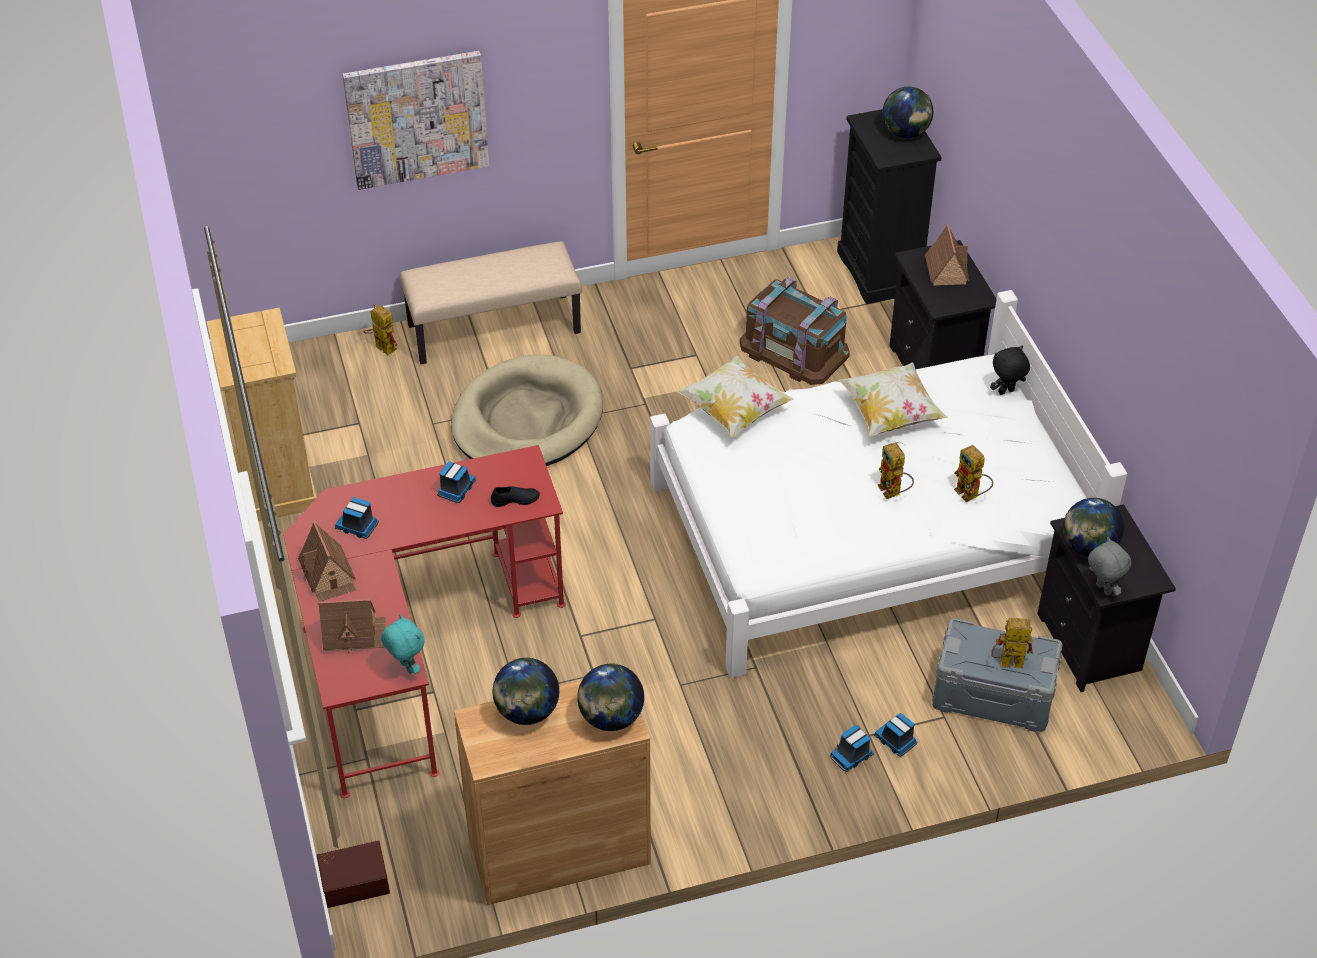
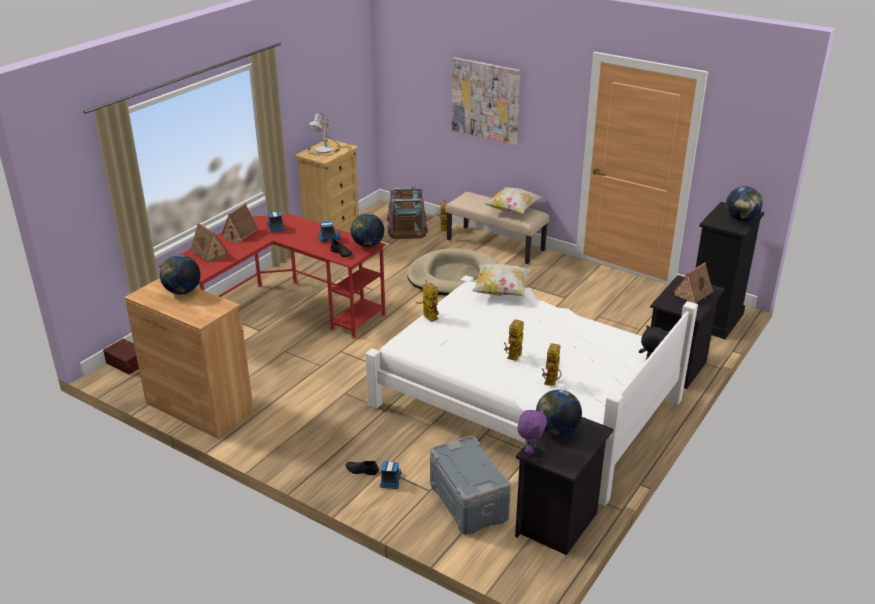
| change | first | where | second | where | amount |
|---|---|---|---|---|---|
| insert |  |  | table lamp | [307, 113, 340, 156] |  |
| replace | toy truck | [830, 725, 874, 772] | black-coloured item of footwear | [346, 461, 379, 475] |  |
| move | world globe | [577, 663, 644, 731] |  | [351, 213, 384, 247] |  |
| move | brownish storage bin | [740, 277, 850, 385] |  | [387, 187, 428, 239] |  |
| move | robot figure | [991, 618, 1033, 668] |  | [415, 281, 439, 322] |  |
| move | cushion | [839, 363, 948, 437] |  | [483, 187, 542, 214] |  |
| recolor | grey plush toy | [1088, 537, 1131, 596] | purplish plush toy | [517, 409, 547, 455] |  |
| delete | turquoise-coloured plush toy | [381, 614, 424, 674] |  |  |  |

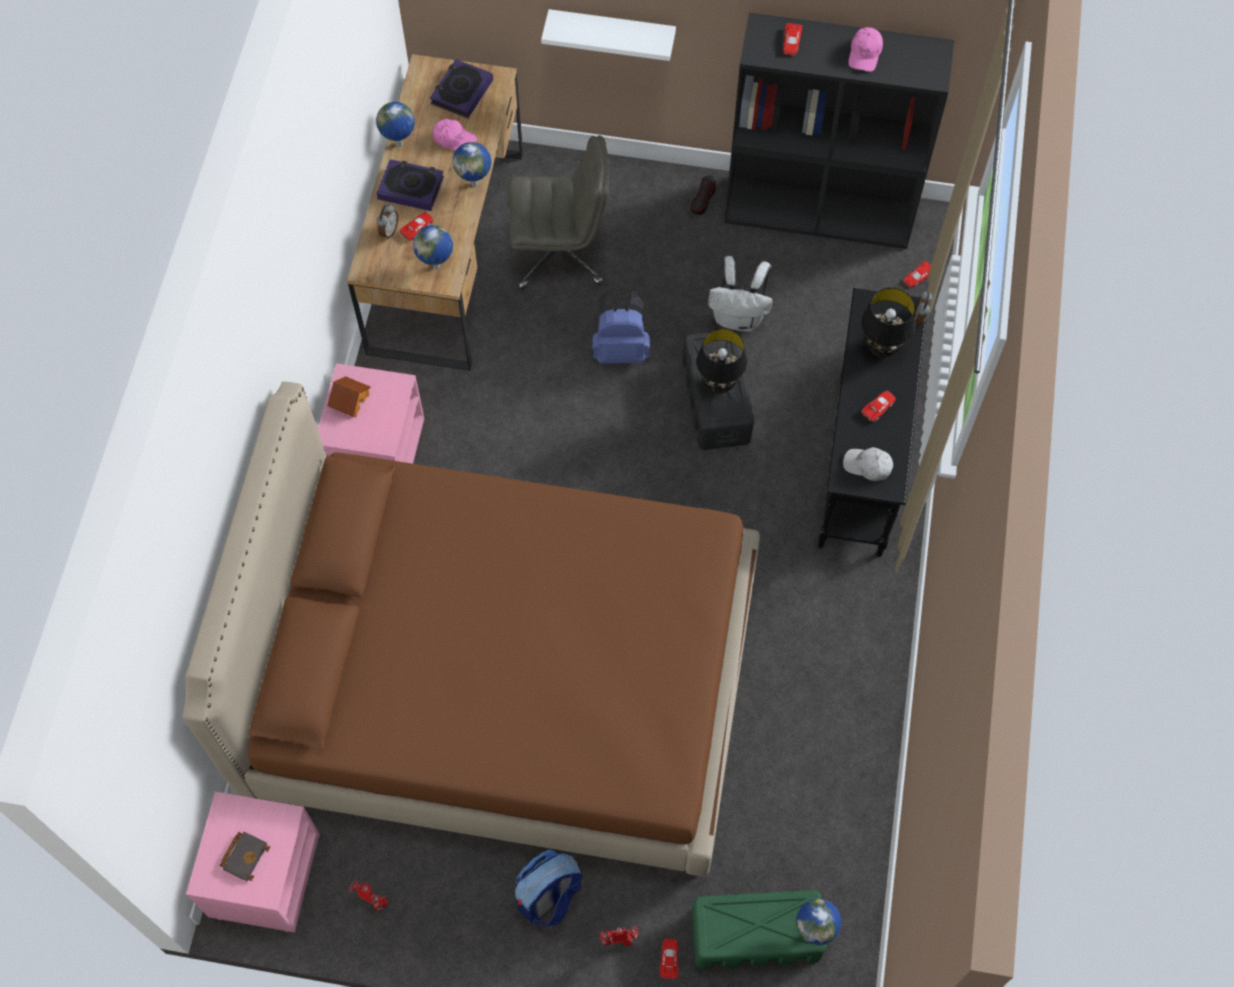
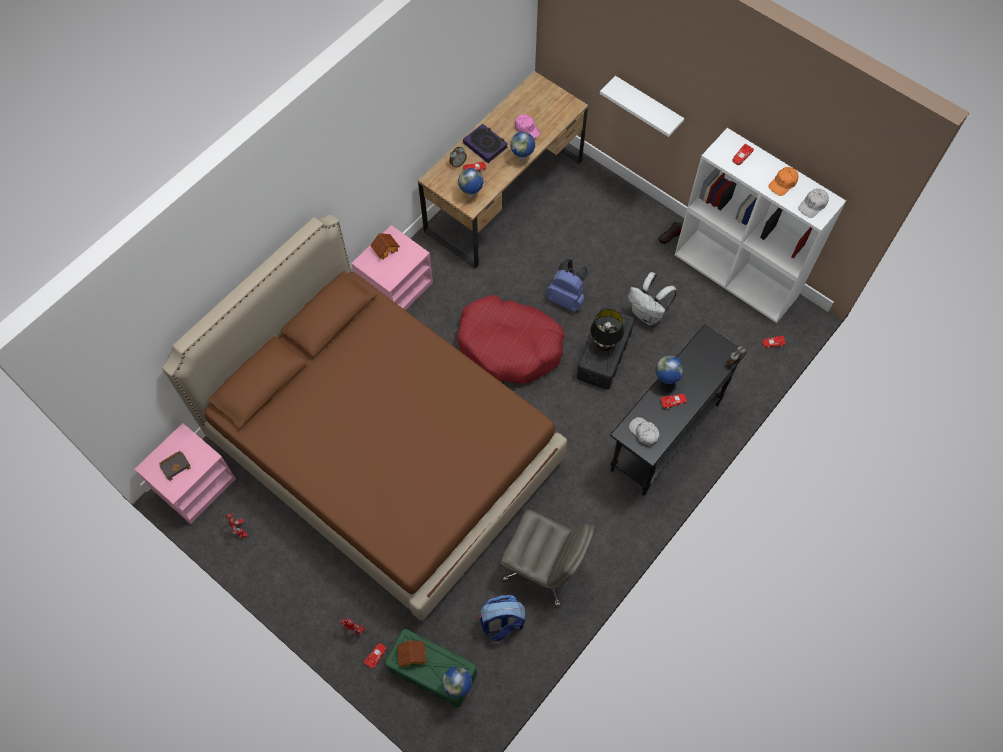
| change | first | where | second | where | amount |
|---|---|---|---|---|---|
| insert |  |  | toy house | [397, 640, 426, 667] |  |
| insert |  |  | reddish dog bed | [457, 295, 565, 384] |  |
| move | rucksack | [515, 850, 582, 926] |  | [479, 595, 525, 641] |  |
| move | grey desk chair | [507, 135, 610, 289] |  | [501, 509, 595, 608] |  |
| move | world globe | [376, 102, 415, 147] |  | [656, 356, 684, 384] |  |
| recolor | black-coloured bookshelf | [725, 13, 954, 249] | white bookshelf | [675, 128, 846, 323] |  |
| recolor | pink-coloured peaked cap | [848, 27, 883, 72] | orange peaked cap | [768, 167, 799, 196] |  |
| insert |  |  | white peaked cap | [798, 189, 829, 218] |  |
| delete | volume | [430, 59, 493, 118] |  |  |  |
| delete | black-coloured table lamp | [861, 288, 915, 358] |  |  |  |

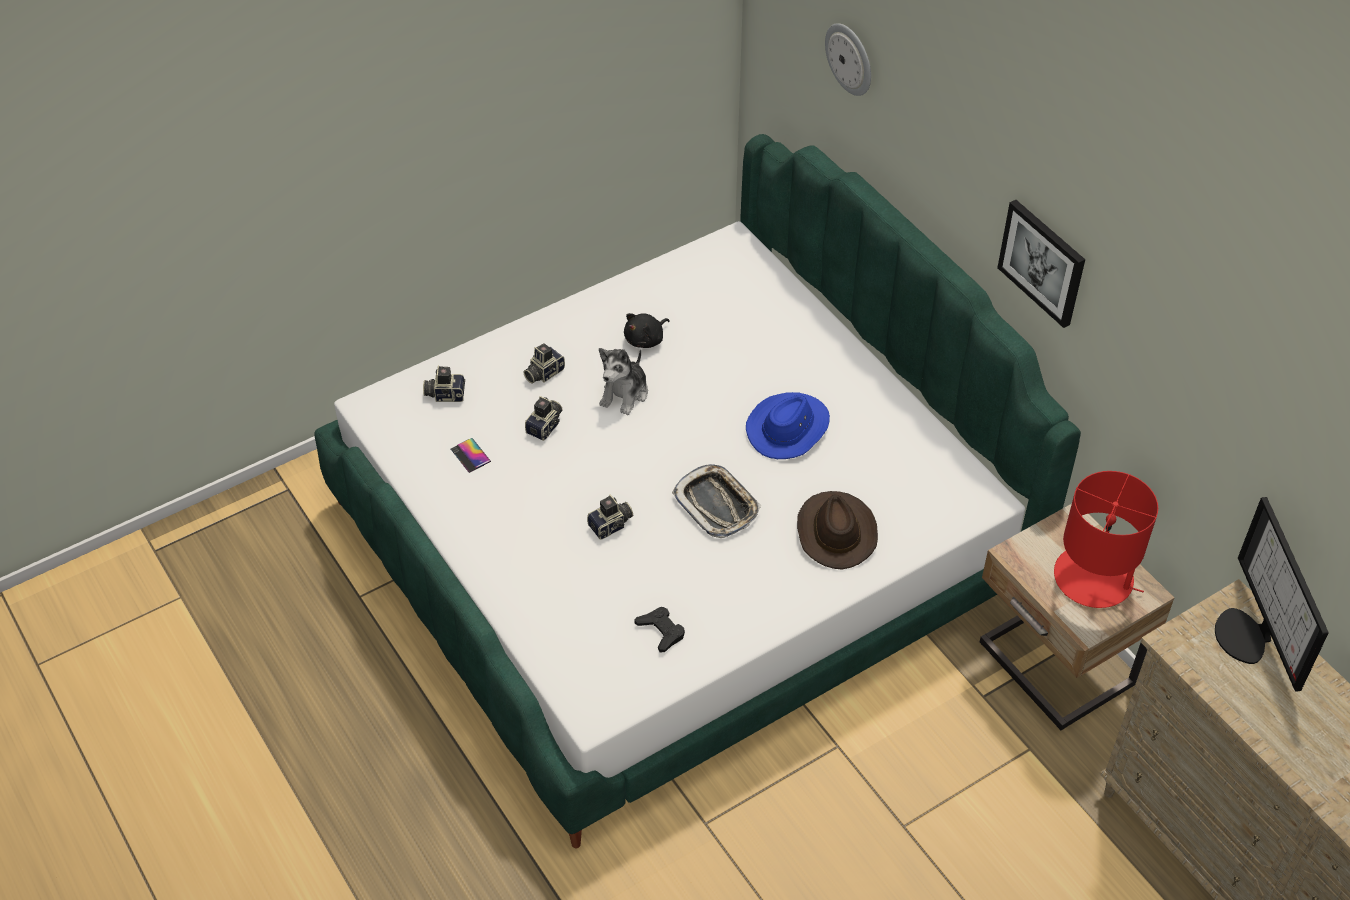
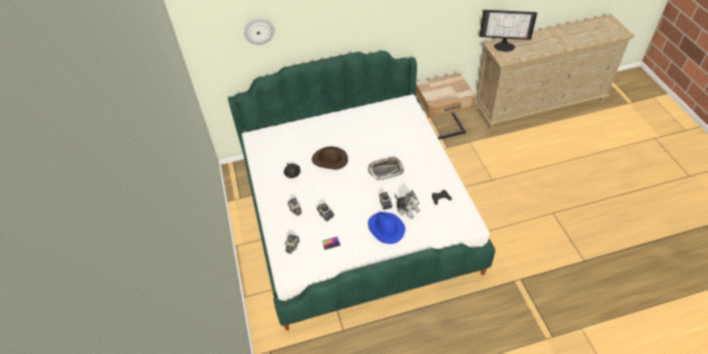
| change | first | where | second | where | amount |
|---|---|---|---|---|---|
| move | brownish hat | [797, 491, 878, 569] |  | [312, 146, 348, 170] |  |
| move | blue hat | [746, 392, 830, 459] |  | [368, 212, 405, 244] |  |
| move | plush toy | [599, 348, 648, 415] |  | [395, 190, 420, 219] |  |
| delete | picture | [997, 200, 1085, 328] |  |  |  |
| delete | reddish table lamp | [1054, 471, 1158, 608] |  |  |  |

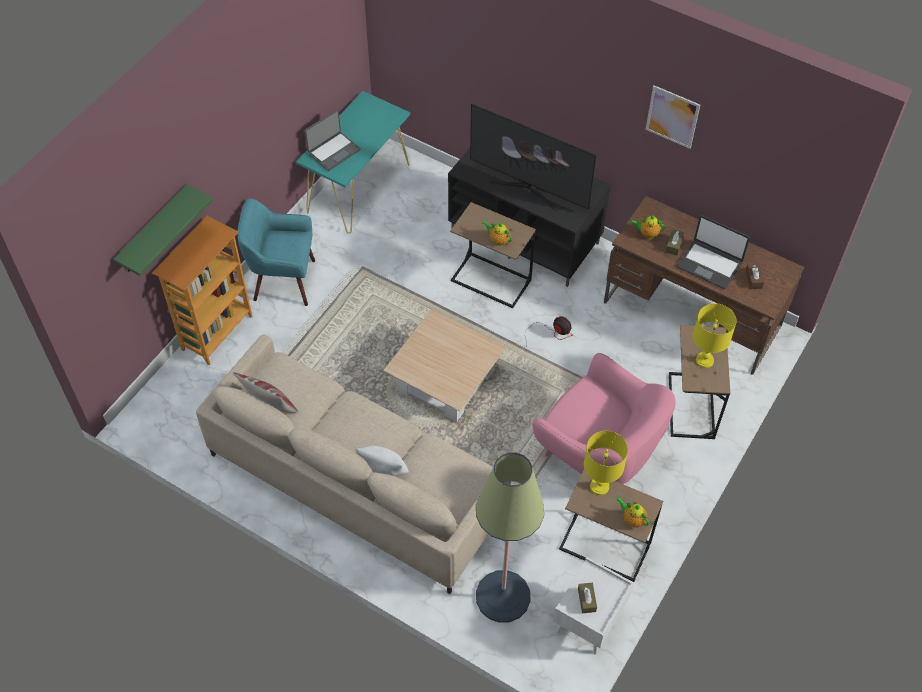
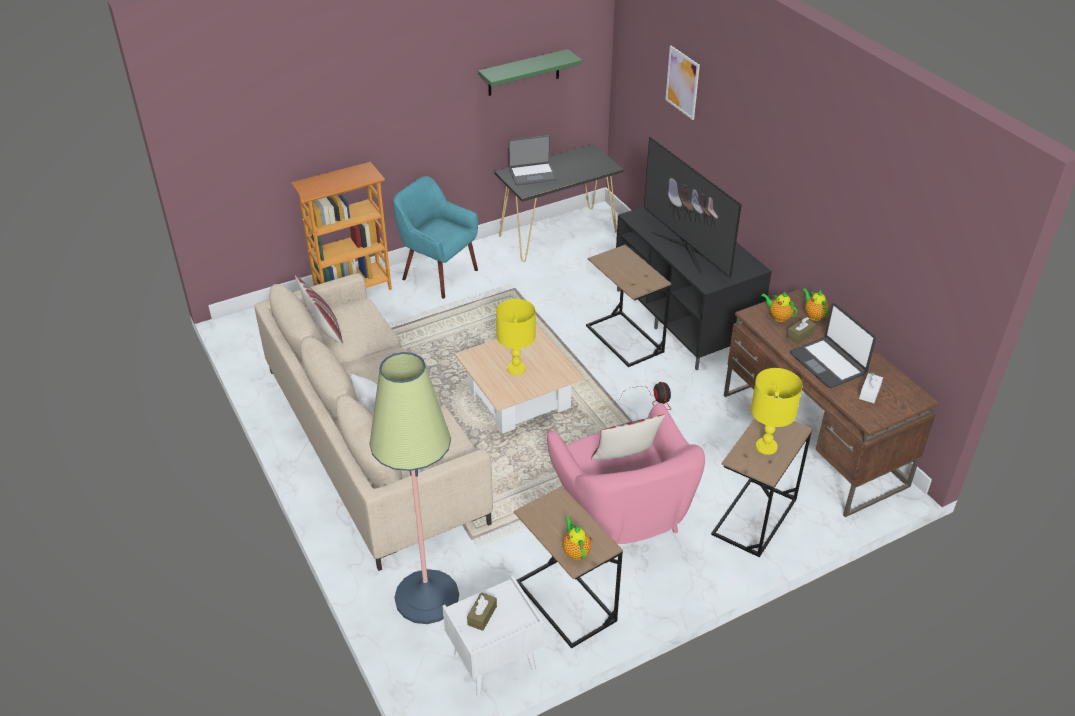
| change | first | where | second | where | amount |
|---|---|---|---|---|---|
| move | greenish shelf | [113, 184, 213, 276] |  | [478, 49, 583, 96] |  |
| recolor | turquoise-coloured console table | [296, 91, 410, 234] | black-coloured console table | [495, 144, 623, 262] |  |
| move | yellow-coloured table lamp | [584, 431, 628, 495] |  | [496, 299, 536, 375] |  |
| insert |  |  | cushion | [591, 414, 665, 460] |  |
| move | picture | [645, 85, 700, 149] |  | [665, 46, 700, 120] |  |
| move | teapot | [483, 221, 512, 246] |  | [802, 288, 829, 321] |  |
| recolor | brownish box of tissues | [746, 264, 764, 289] | white box of tissues | [859, 373, 883, 403] |  |

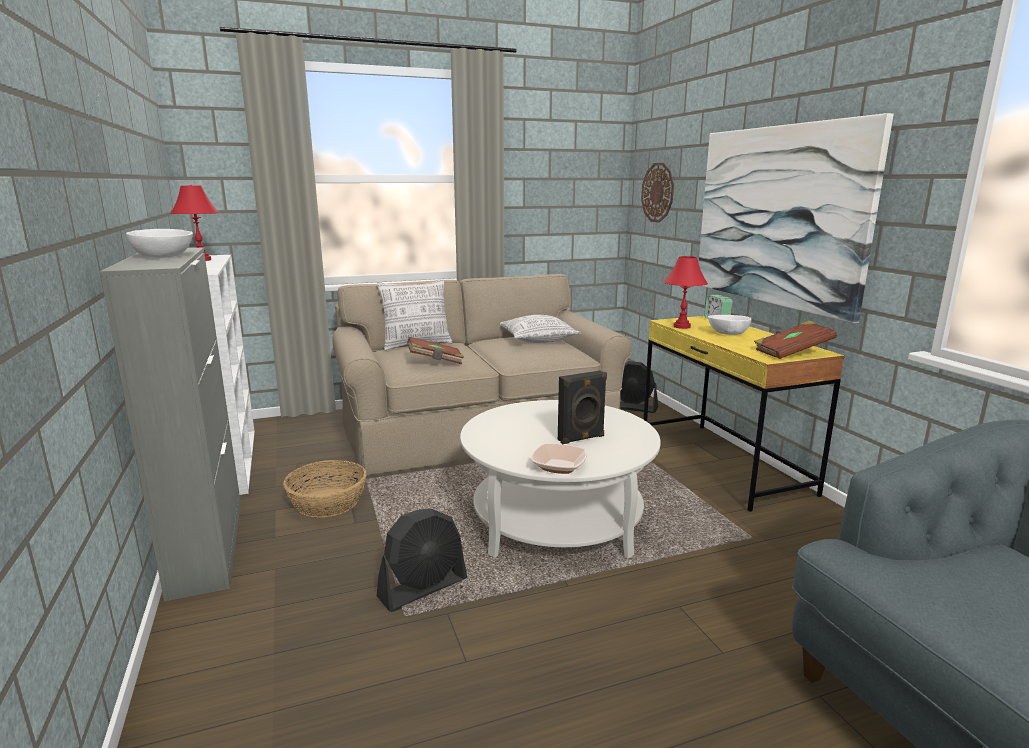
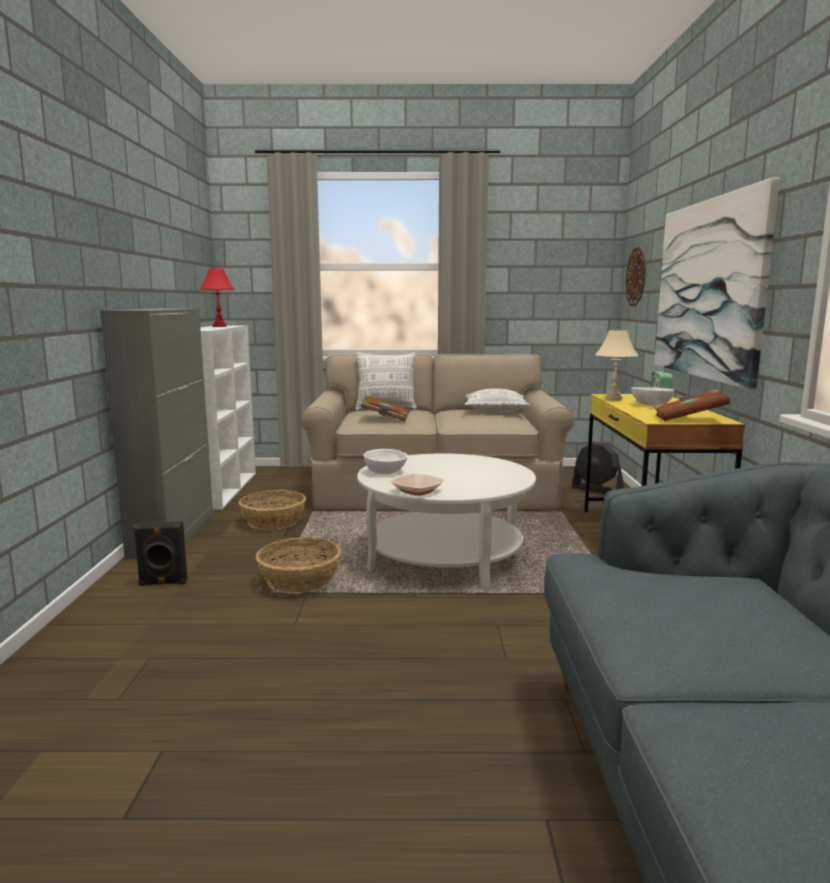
| change | first | where | second | where | amount |
|---|---|---|---|---|---|
| move | black-coloured speaker | [558, 371, 607, 444] |  | [133, 521, 187, 586] |  |
| replace | black-coloured electric fan | [377, 509, 467, 612] | storage basket | [256, 538, 341, 594] |  |
| move | white serving bowl | [126, 229, 193, 258] |  | [364, 449, 408, 474] |  |
| recolor | reddish table lamp | [664, 256, 708, 329] | sand-coloured table lamp | [595, 330, 638, 400] |  |

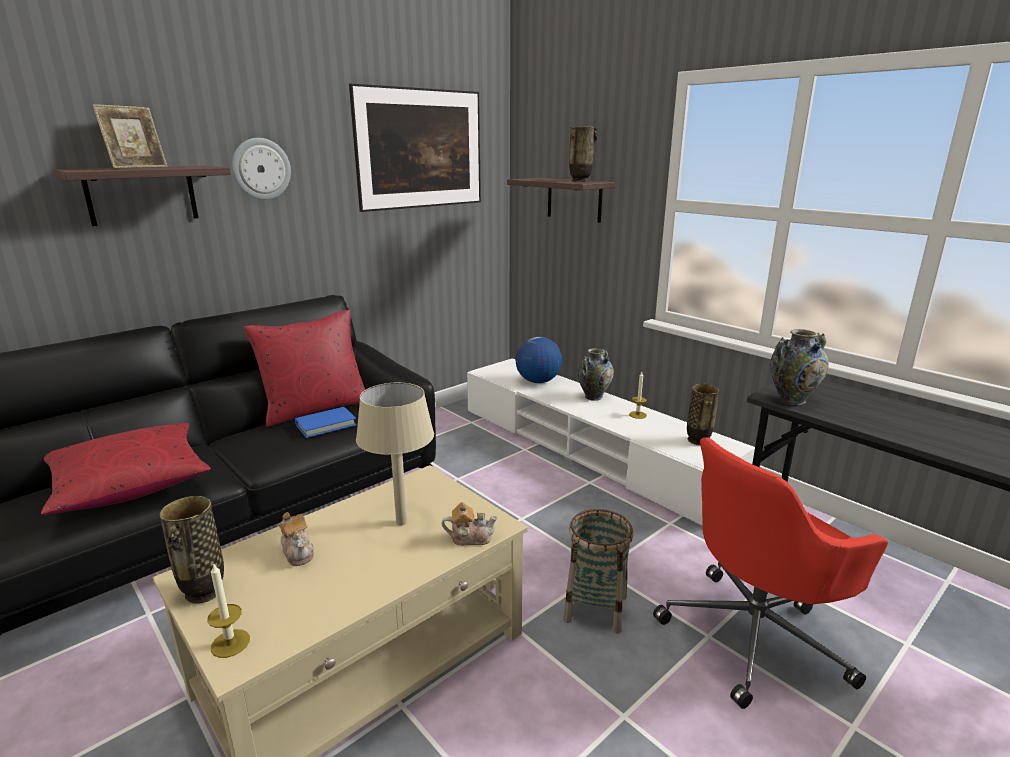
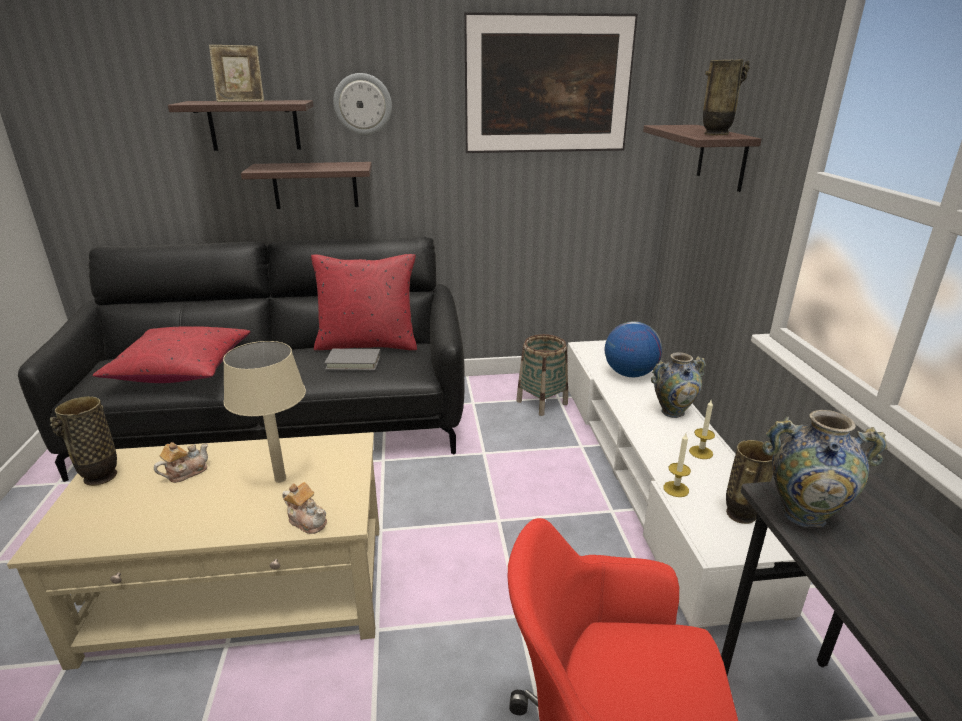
| change | first | where | second | where | amount |
|---|---|---|---|---|---|
| rotate | teapot | [279, 512, 314, 566] |  | [154, 442, 208, 483] | 135 degrees counterclockwise |
| insert |  |  | shelf | [241, 162, 372, 209] |  |
| recolor | blue volume | [295, 407, 357, 438] | grey volume | [325, 349, 381, 370] |  |
| move | storage basket | [563, 509, 633, 634] |  | [516, 334, 568, 416] |  |
| move | candle | [207, 563, 250, 658] |  | [663, 434, 691, 497] |  |

